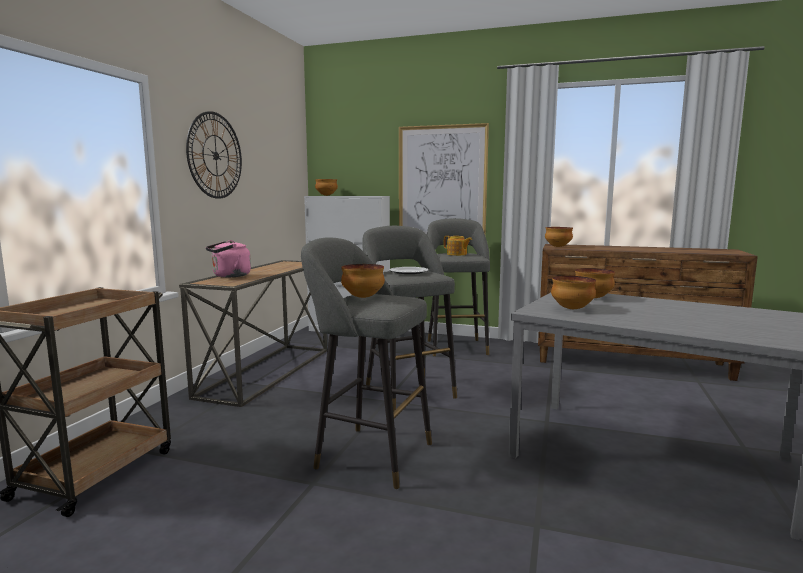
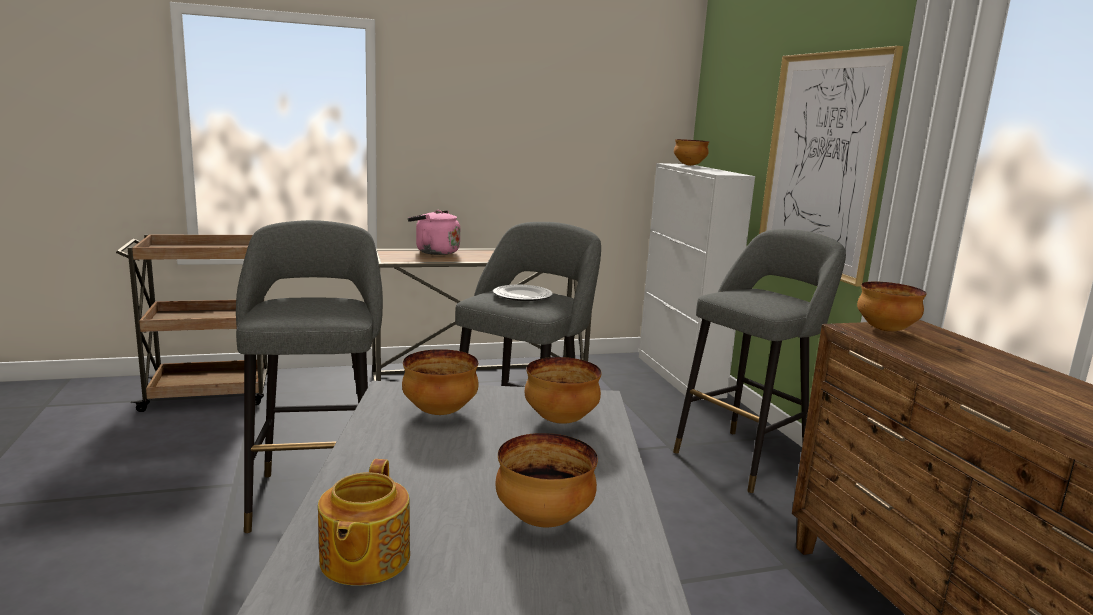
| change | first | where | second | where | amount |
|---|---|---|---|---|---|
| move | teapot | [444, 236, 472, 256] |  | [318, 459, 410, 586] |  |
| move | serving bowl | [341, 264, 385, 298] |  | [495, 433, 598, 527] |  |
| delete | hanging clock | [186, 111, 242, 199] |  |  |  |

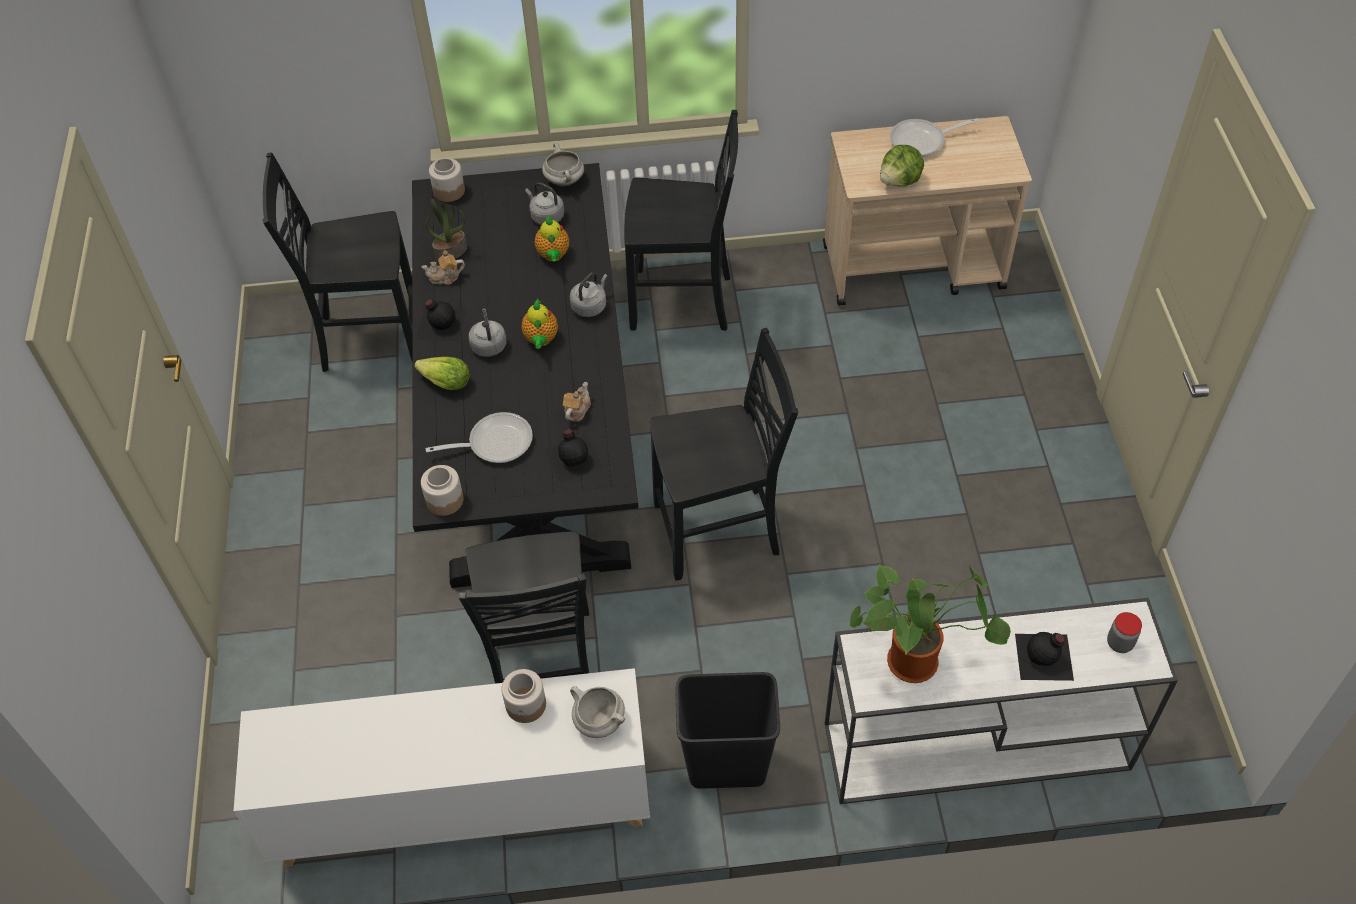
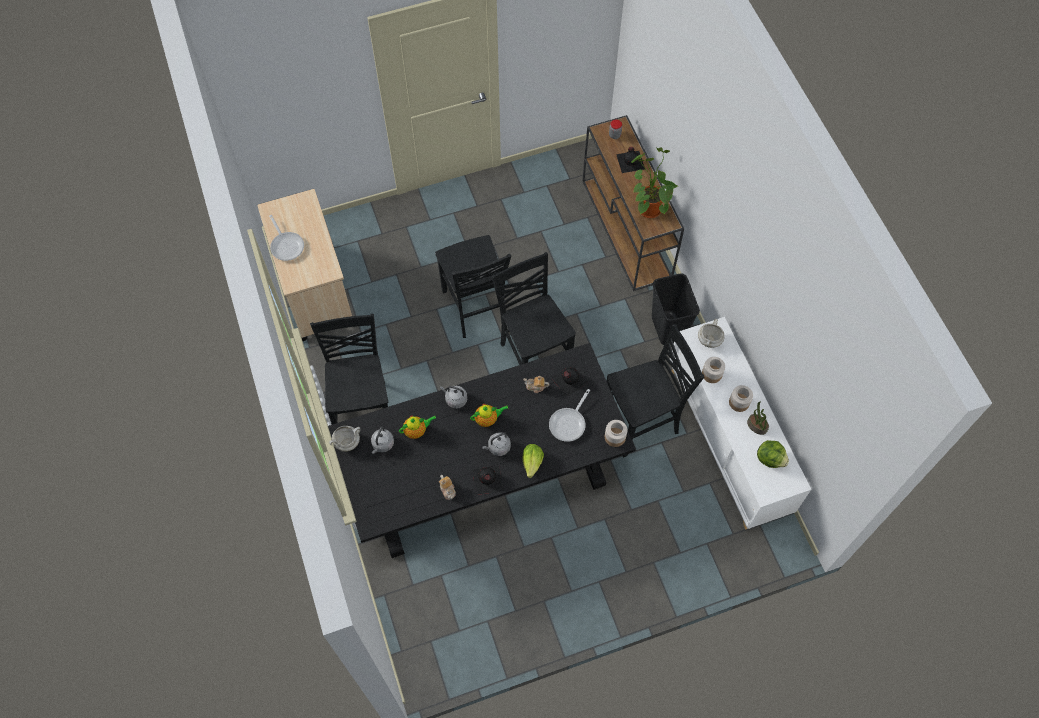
| change | first | where | second | where | amount |
|---|---|---|---|---|---|
| move | black-coloured chair | [262, 152, 412, 372] |  | [435, 235, 511, 338] |  |
| rotate | pan | [425, 412, 533, 463] |  | [549, 389, 590, 442] | 120 degrees counterclockwise |
| recolor | white console table | [825, 598, 1178, 804] | brownish console table | [583, 115, 684, 291] |  |
| move | storage jar | [429, 158, 465, 202] |  | [729, 385, 753, 412] |  |
| move | potted plant | [426, 199, 467, 261] |  | [747, 402, 769, 435] |  |
| move | lettuce head | [880, 145, 924, 187] |  | [757, 440, 789, 468] |  |

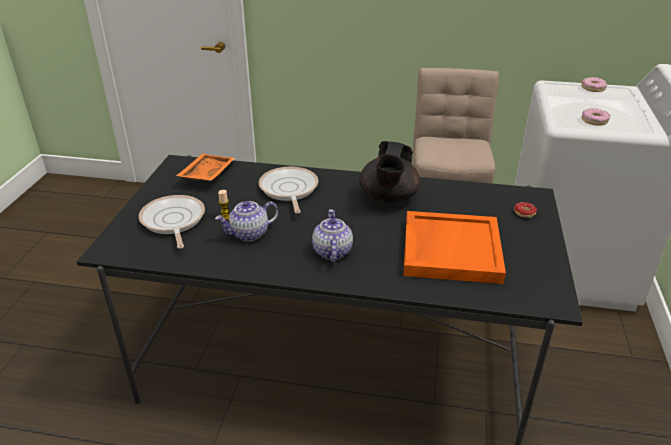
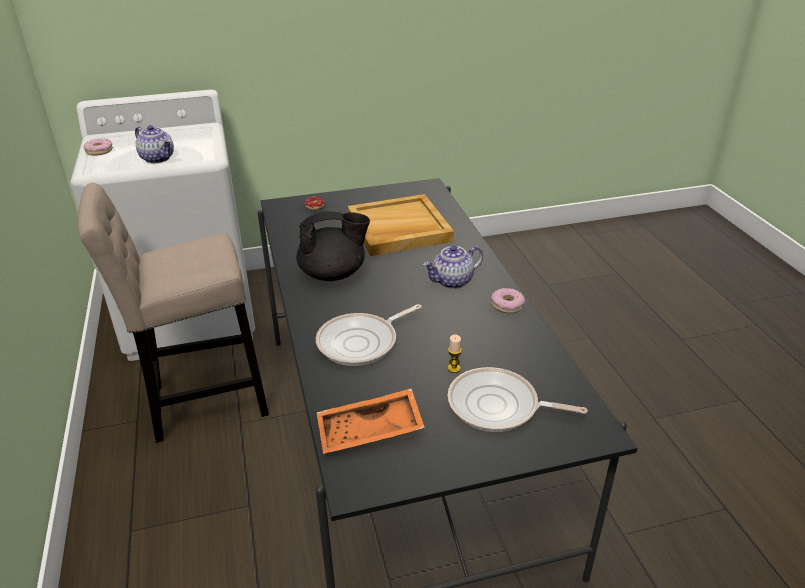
| change | first | where | second | where | amount |
|---|---|---|---|---|---|
| move | teapot | [215, 201, 279, 241] |  | [135, 125, 174, 163] |  |
| recolor | orange tray | [403, 211, 506, 284] | sand-coloured tray | [348, 194, 454, 256] |  |
| rotate | pan | [139, 195, 205, 249] |  | [448, 367, 588, 432] | 60 degrees clockwise |
| move | donut | [582, 108, 610, 126] |  | [491, 288, 525, 313] |  |

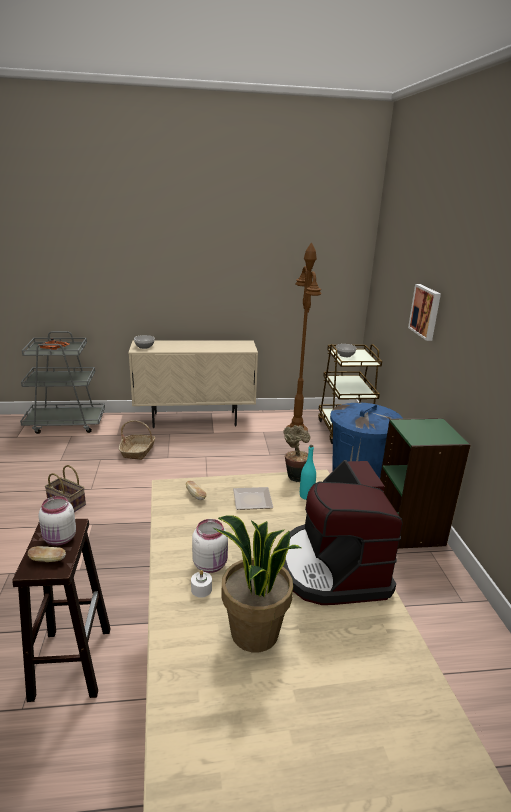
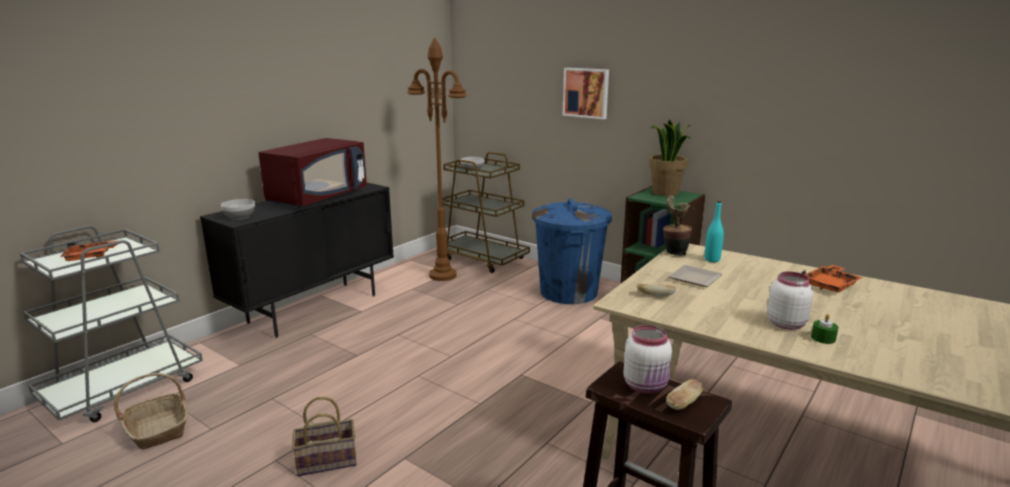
| change | first | where | second | where | amount |
|---|---|---|---|---|---|
| move | storage basket | [119, 420, 155, 460] |  | [114, 373, 188, 450] |  |
| recolor | sand-coloured storage cabinet | [128, 341, 258, 428] | black-coloured storage cabinet | [200, 183, 394, 338] |  |
| insert |  |  | reddish microwave oven | [258, 138, 367, 208] |  |
| move | potted plant | [213, 515, 301, 652] |  | [649, 119, 691, 196] |  |
| replace | coffee brewer | [283, 460, 403, 605] | orange tray | [802, 265, 863, 292] |  |
| recolor | white candle | [191, 570, 212, 598] | greenish candle | [811, 314, 838, 344] |  |

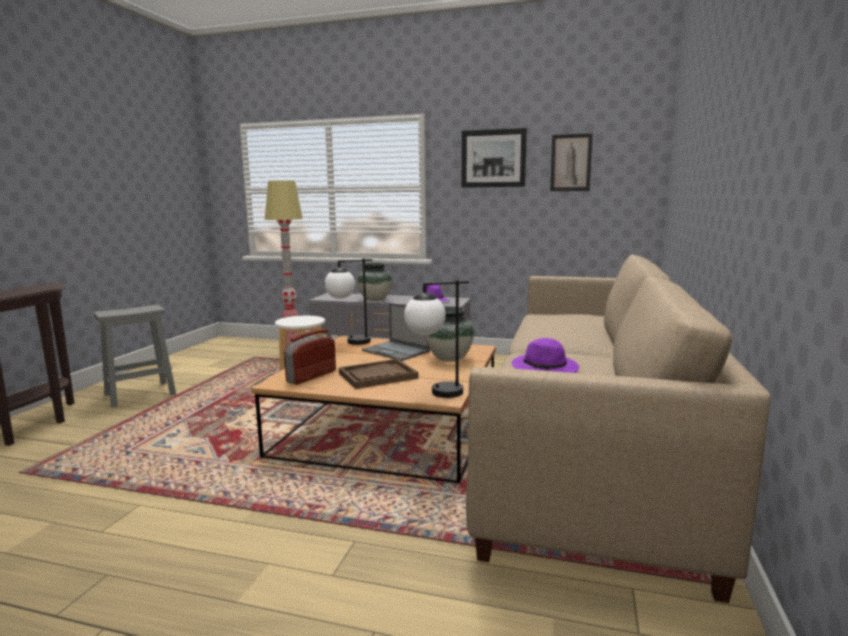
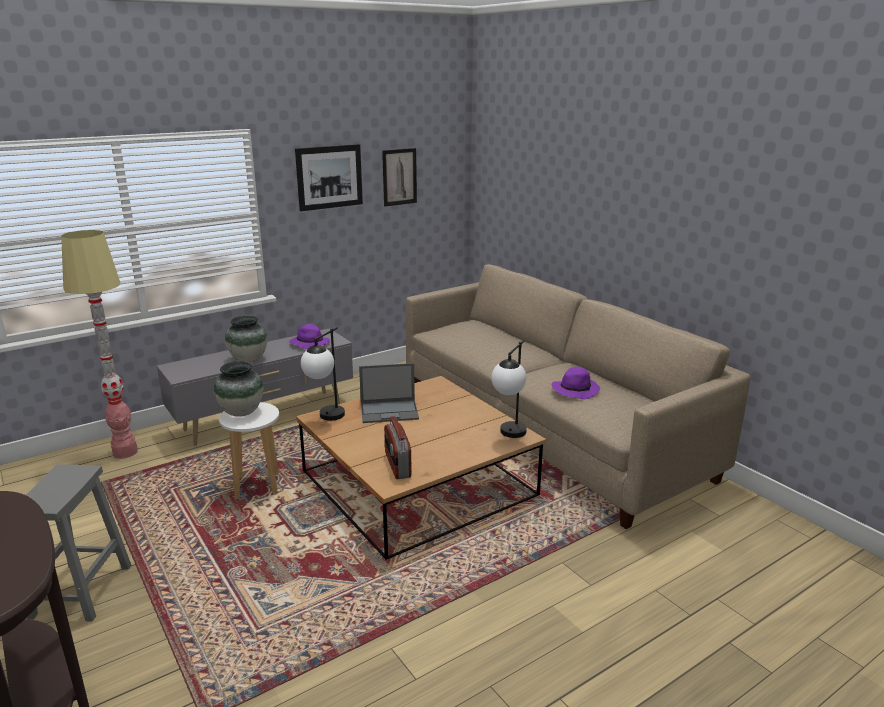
| change | first | where | second | where | amount |
|---|---|---|---|---|---|
| move | decorative vase | [426, 307, 474, 362] |  | [214, 361, 263, 417] |  |
| delete | brownish tray | [339, 359, 419, 389] |  |  |  |

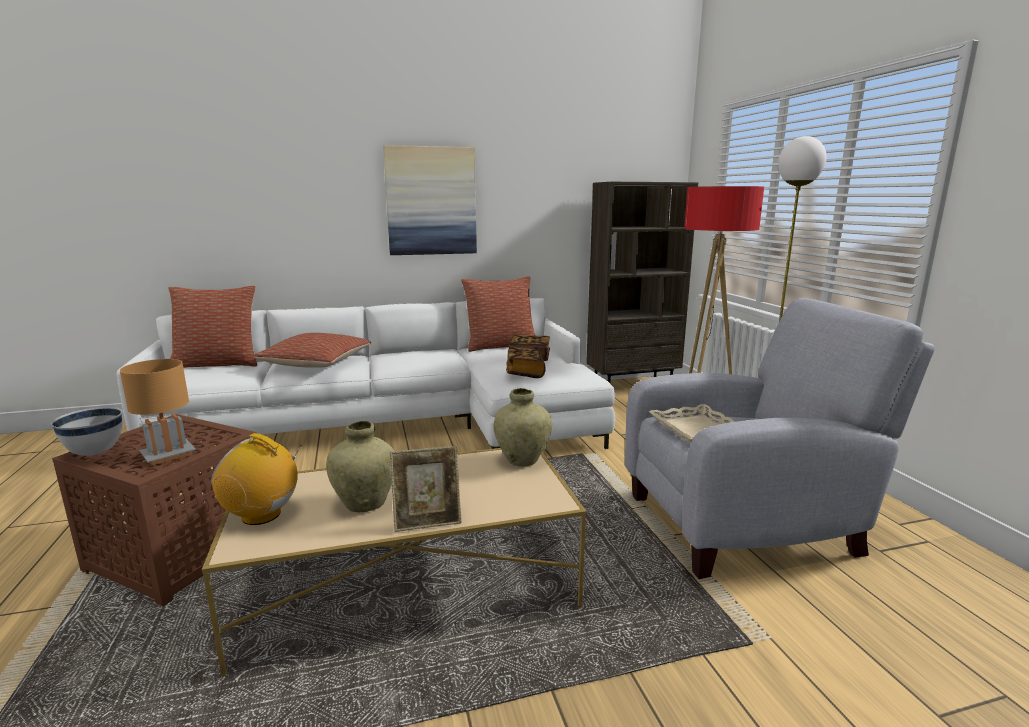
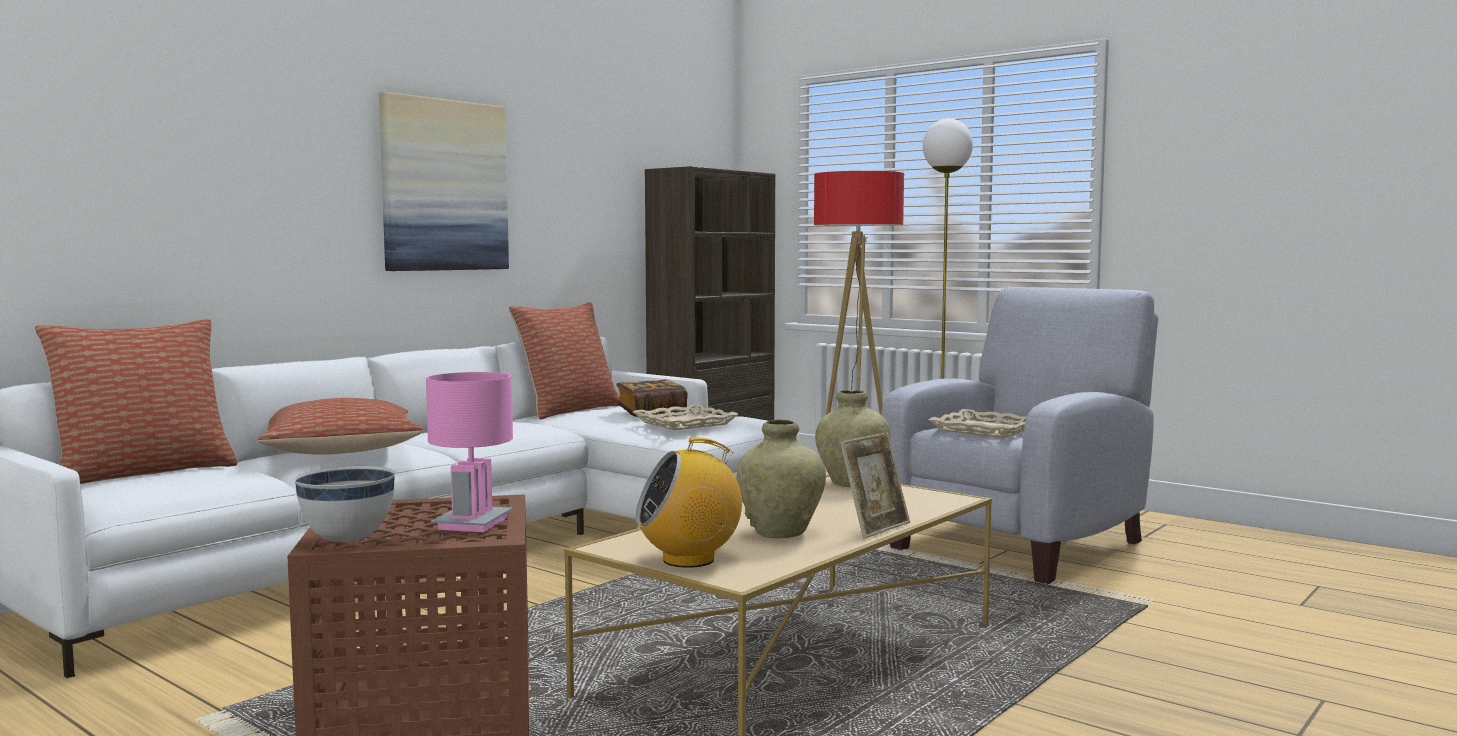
| change | first | where | second | where | amount |
|---|---|---|---|---|---|
| recolor | brownish table lamp | [120, 359, 196, 465] | pink-coloured table lamp | [426, 372, 513, 532] |  |
| replace | volume | [506, 347, 546, 378] | sand-coloured tray | [633, 404, 739, 430] |  |

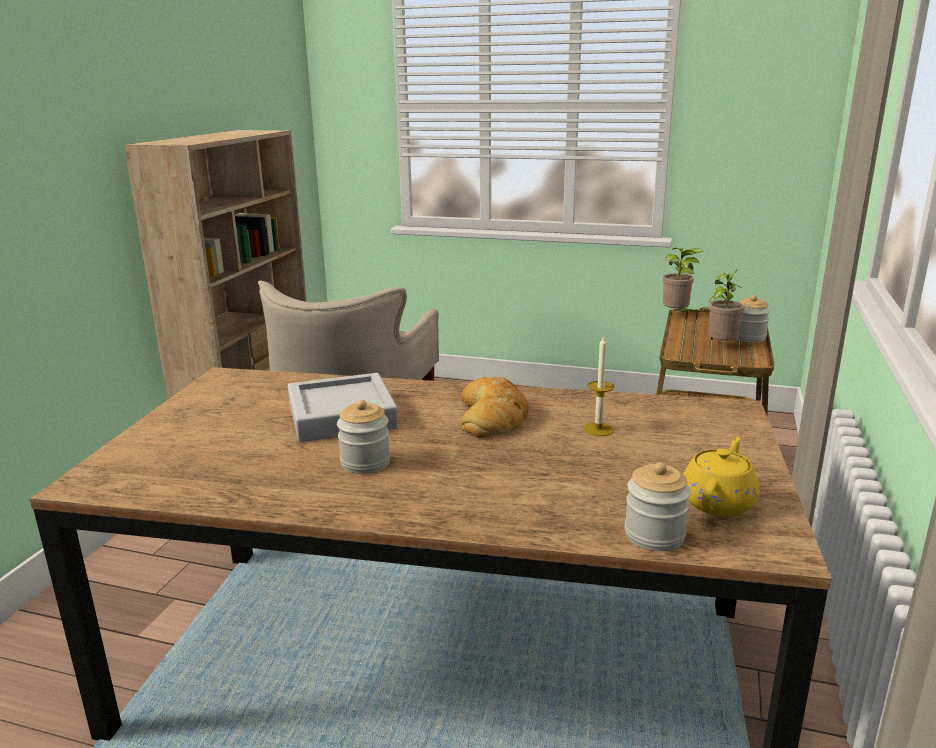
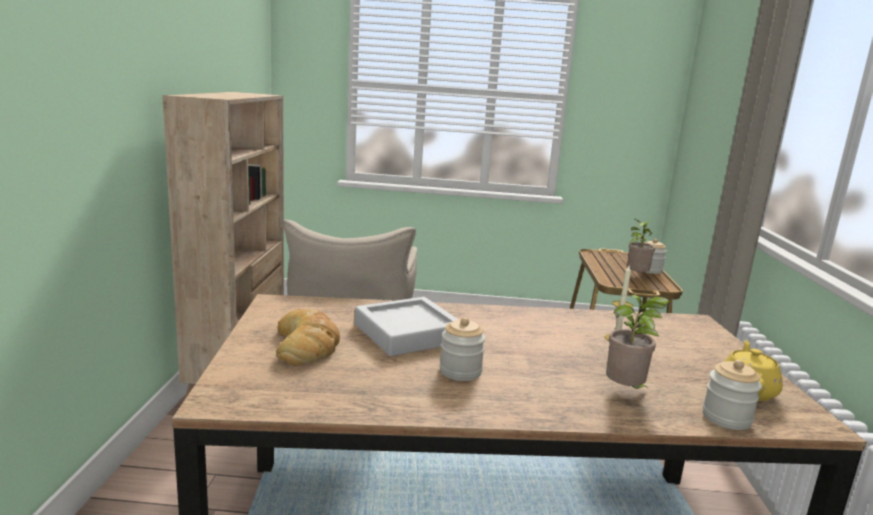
| change | first | where | second | where | amount |
|---|---|---|---|---|---|
| move | bread | [460, 377, 529, 438] |  | [276, 309, 340, 366] |  |
| move | potted plant | [663, 248, 703, 312] |  | [606, 295, 671, 390] |  |

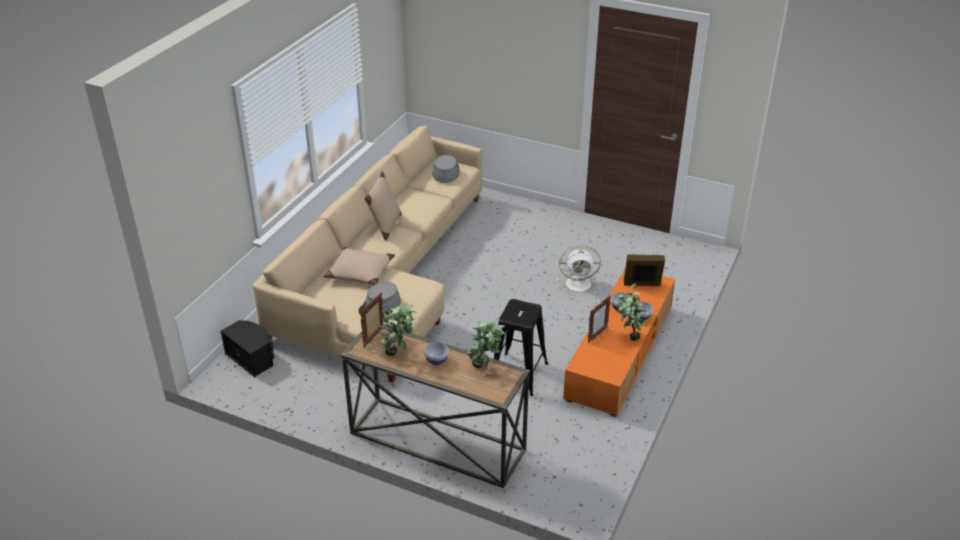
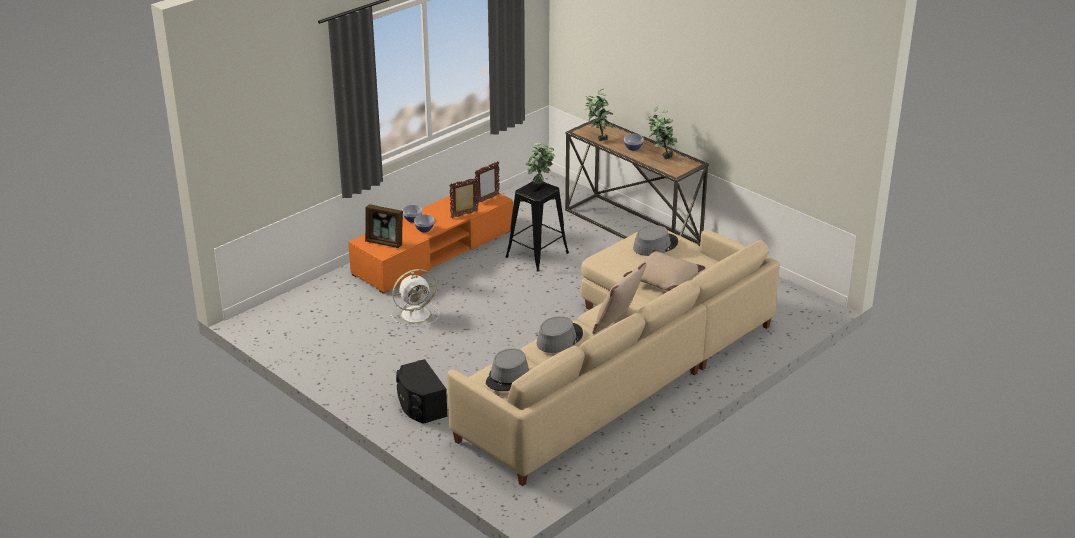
| change | first | where | second | where | amount |
|---|---|---|---|---|---|
| rotate | white electric fan | [557, 245, 601, 296] |  | [390, 269, 439, 327] | 135 degrees clockwise |
| move | black-coloured speaker | [221, 320, 274, 377] |  | [396, 359, 448, 424] |  |
| move | picture frame | [360, 293, 384, 347] |  | [475, 161, 500, 203] |  |
| move | potted plant | [616, 283, 648, 341] |  | [525, 143, 556, 186] |  |
| insert |  |  | grey hat | [537, 316, 583, 353] |  |

